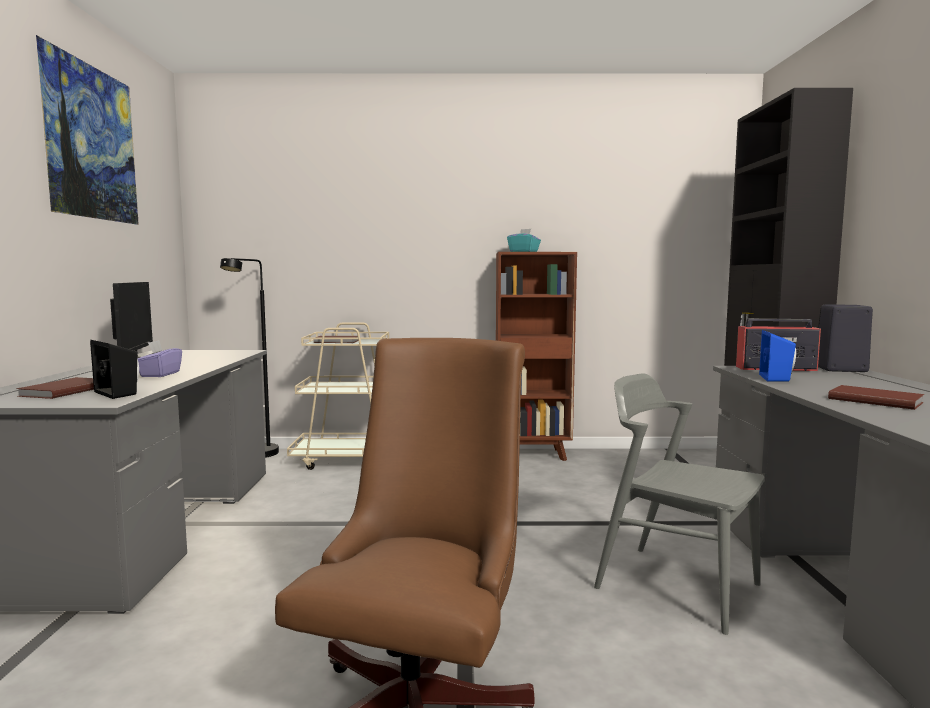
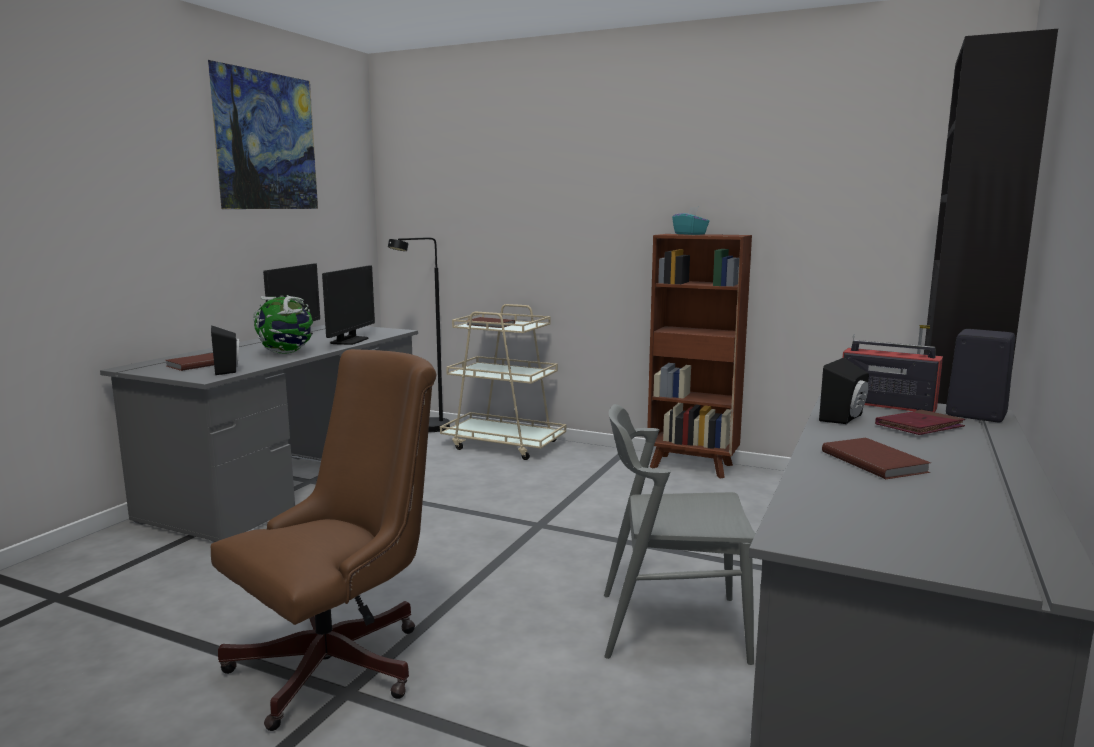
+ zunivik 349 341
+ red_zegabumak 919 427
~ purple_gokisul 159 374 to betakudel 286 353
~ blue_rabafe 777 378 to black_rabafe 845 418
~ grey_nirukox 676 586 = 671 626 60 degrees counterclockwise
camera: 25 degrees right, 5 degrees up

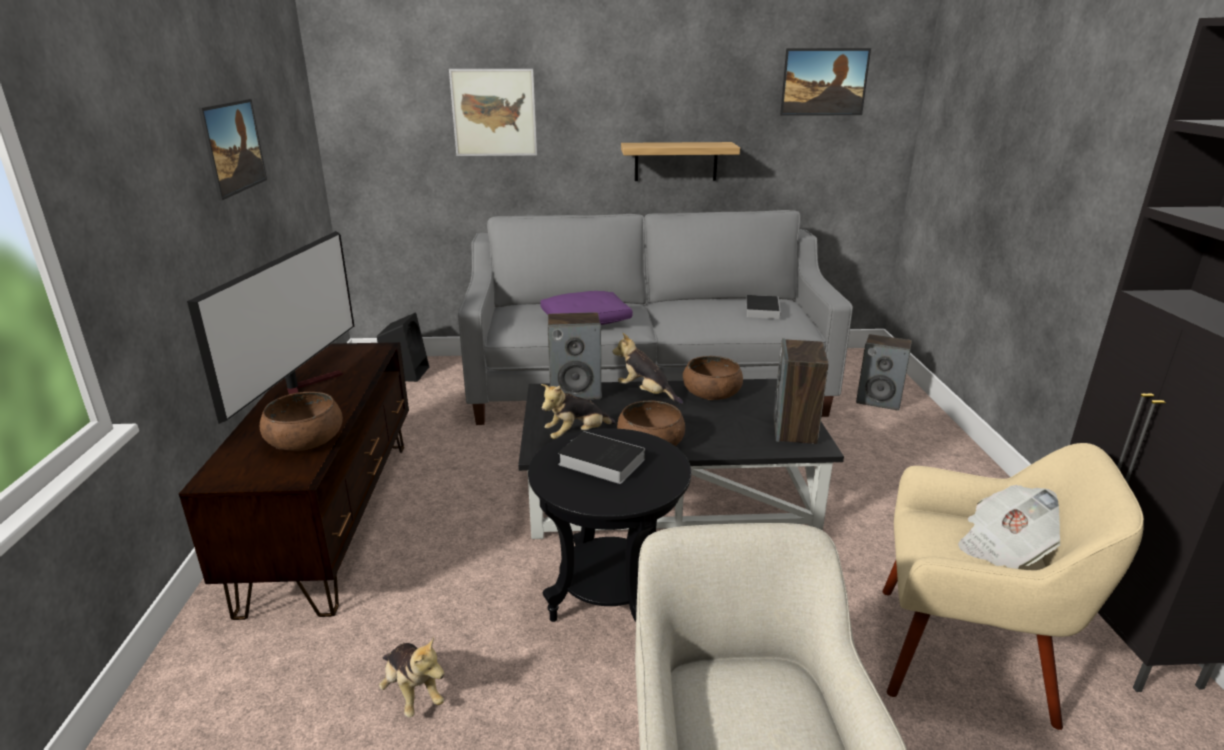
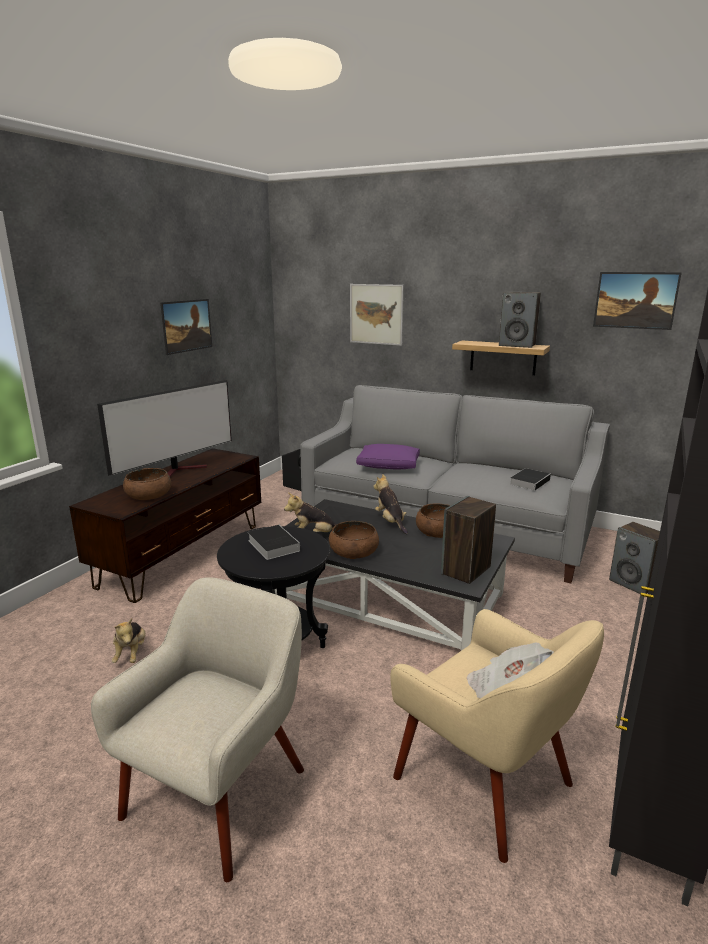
~ rabafe 575 392 to 517 345
camera: 30 degrees right, 5 degrees down

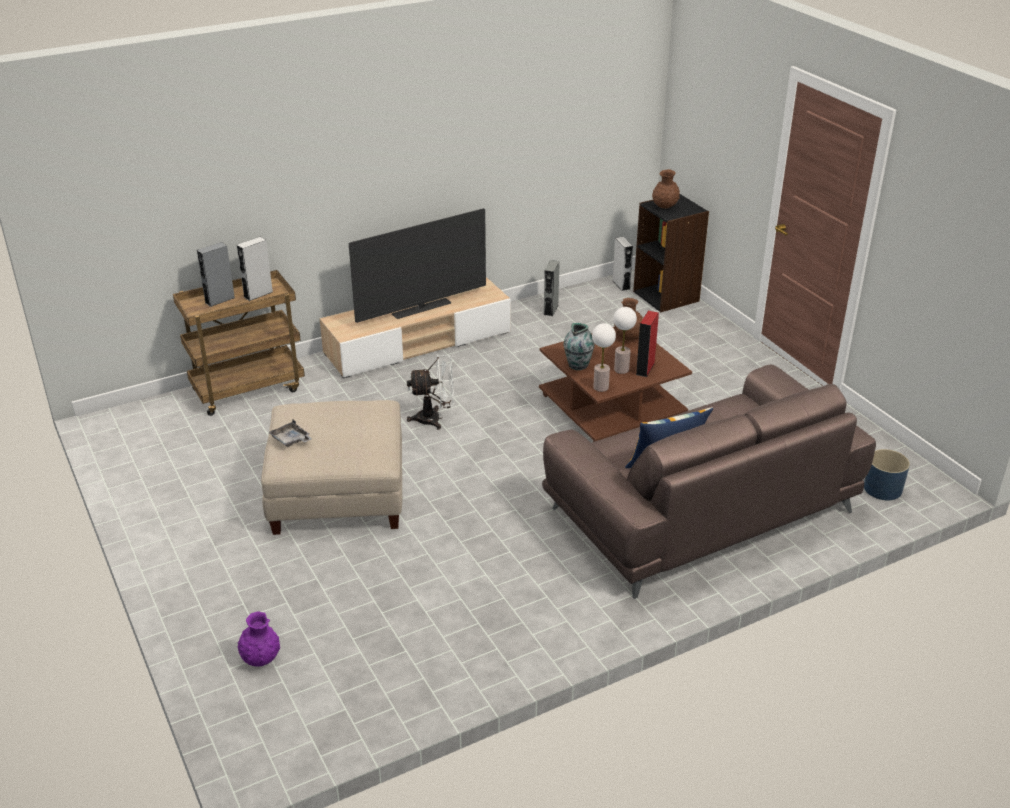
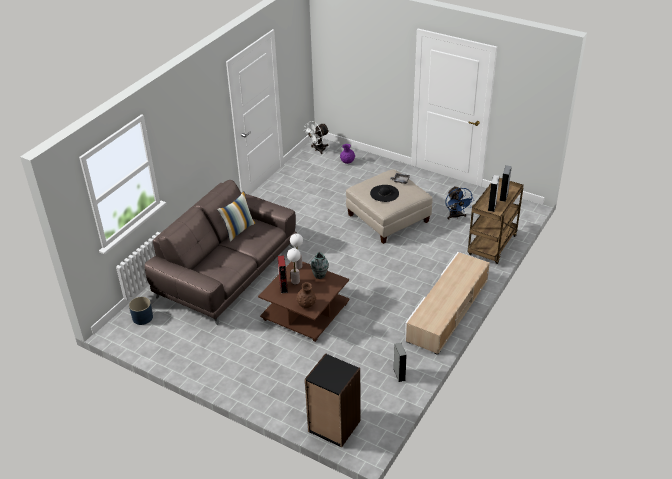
- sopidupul 421 309
- grey_rabafe 621 285
- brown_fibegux 664 207
+ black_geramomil 384 193
+ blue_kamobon 456 216
~ white_kamobon 435 419 to 317 150
camera: 150 degrees right, 5 degrees up

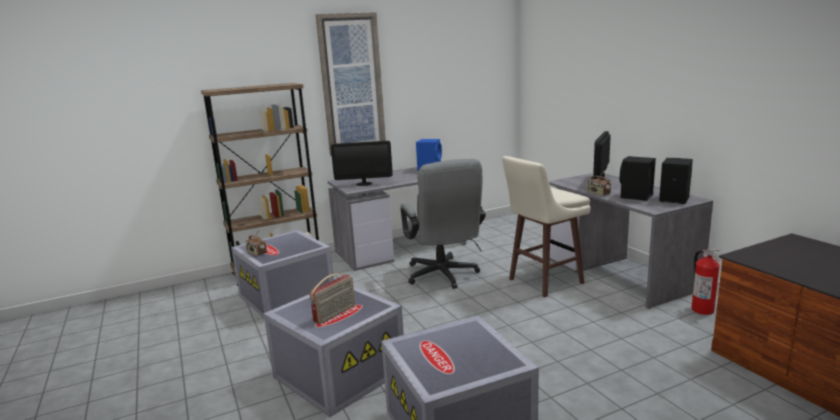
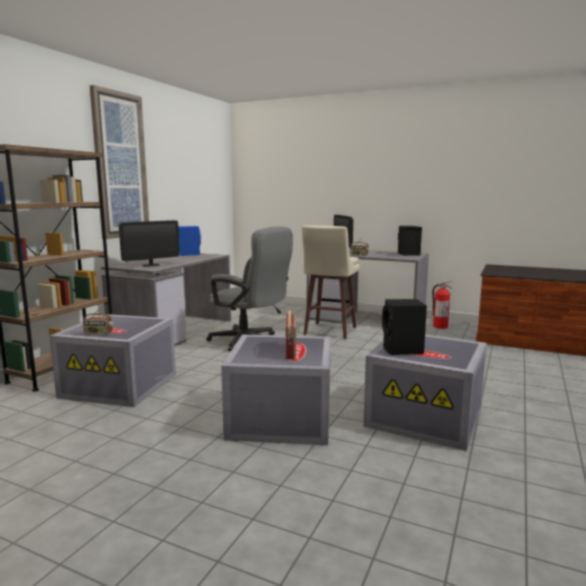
~ black_rabafe 635 197 to 402 350
camera: 40 degrees left, 5 degrees down

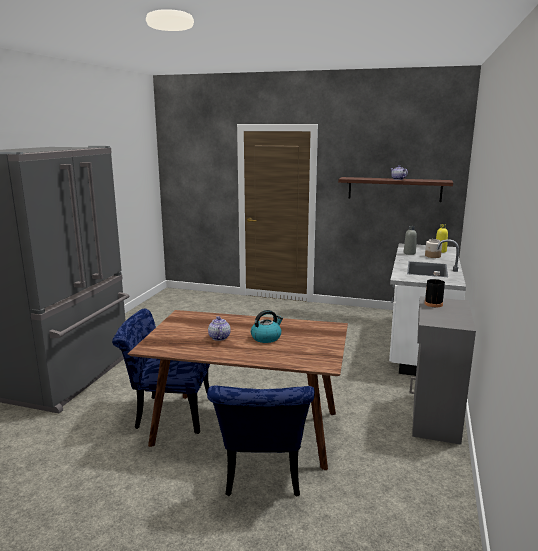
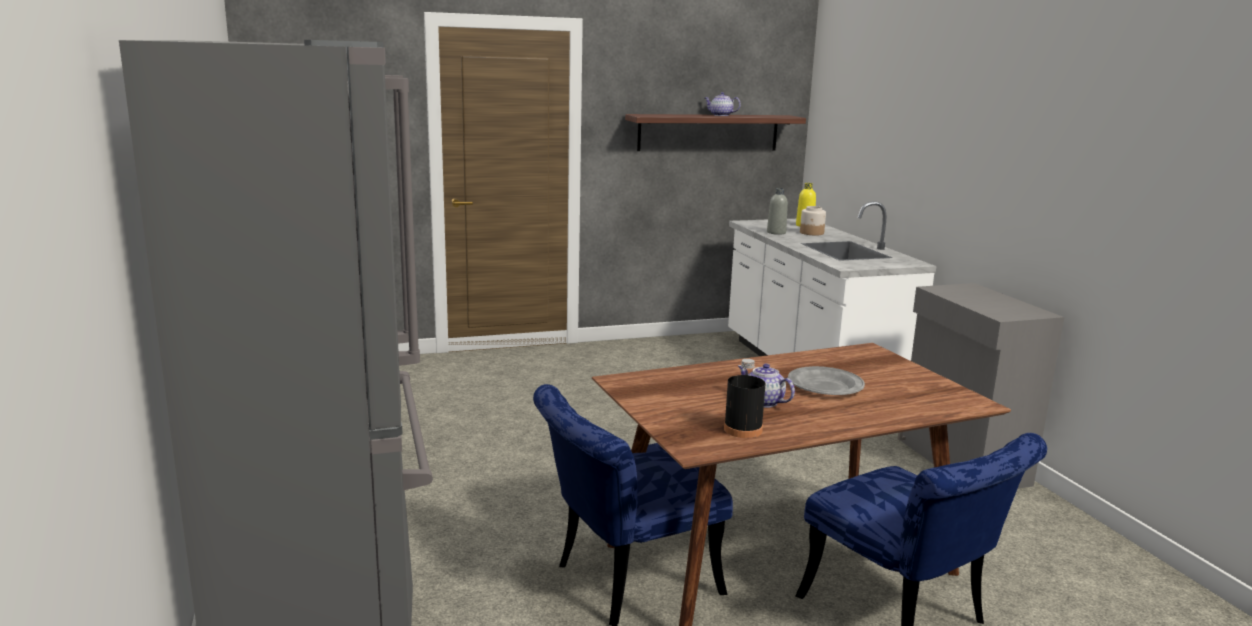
~ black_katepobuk 433 304 to 743 429
~ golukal 266 337 to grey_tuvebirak 824 386
camera: 35 degrees left, 0 degrees up

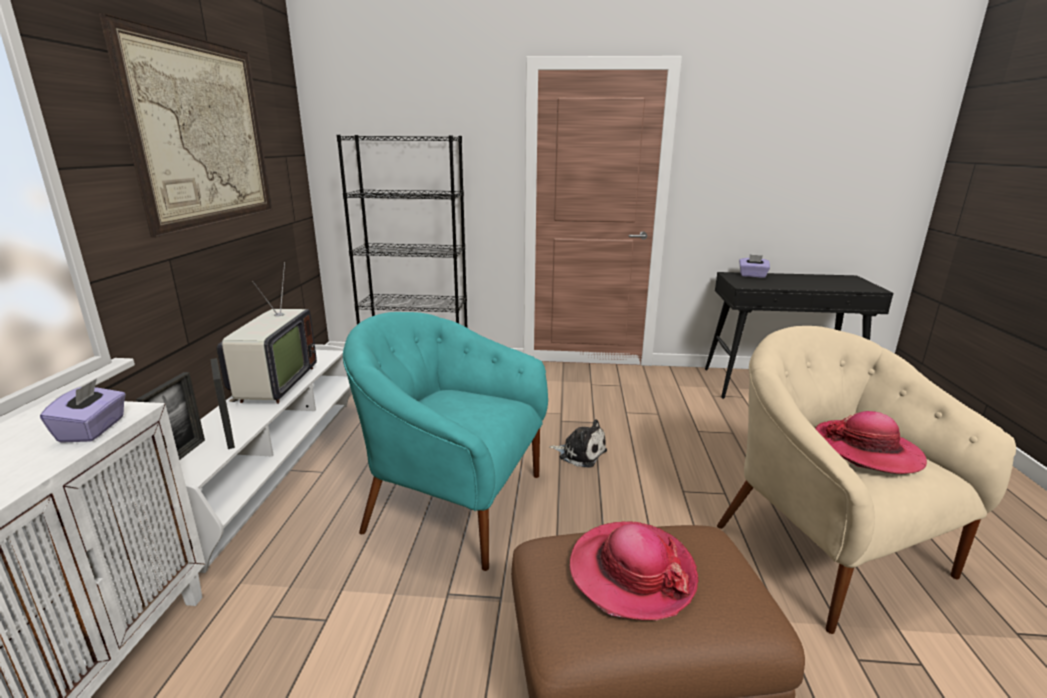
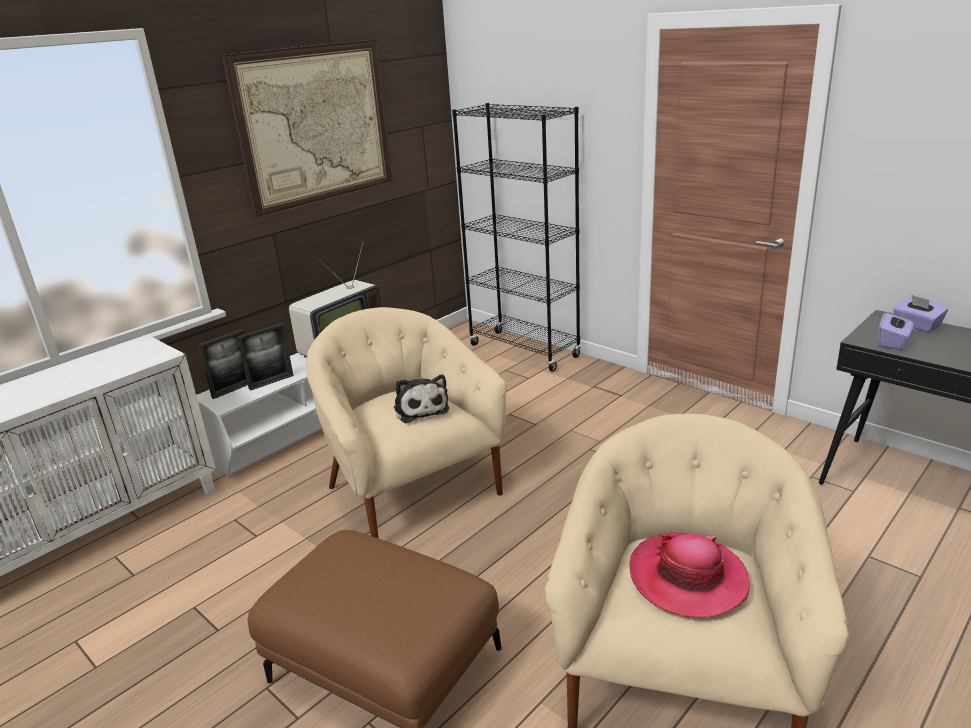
- geramomil 631 572
~ purple_gokisul 93 429 to 892 343
~ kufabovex 580 453 to 420 409
~ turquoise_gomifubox 453 503 to beige_gomifubox 411 490
~ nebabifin 229 435 = 271 382 45 degrees clockwise
camera: 40 degrees right, 5 degrees up

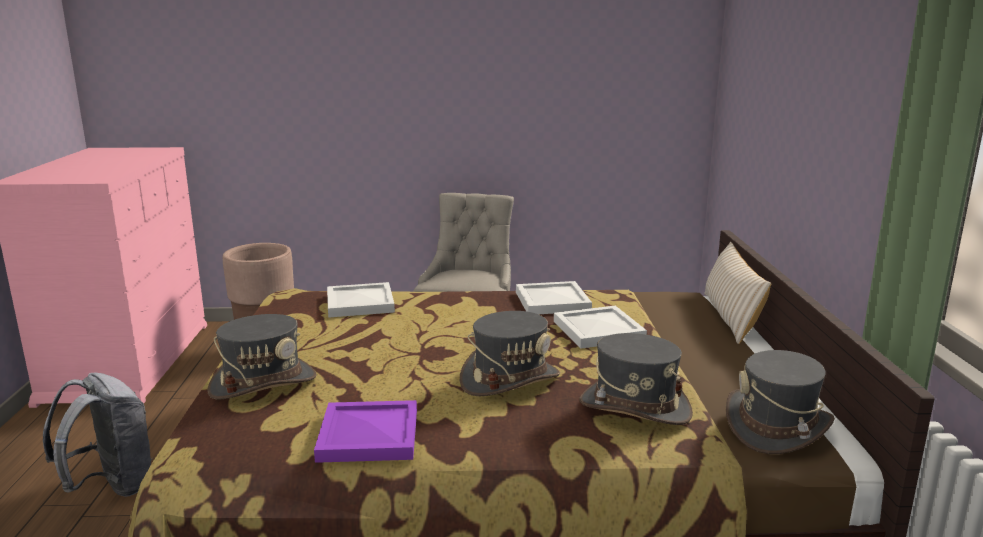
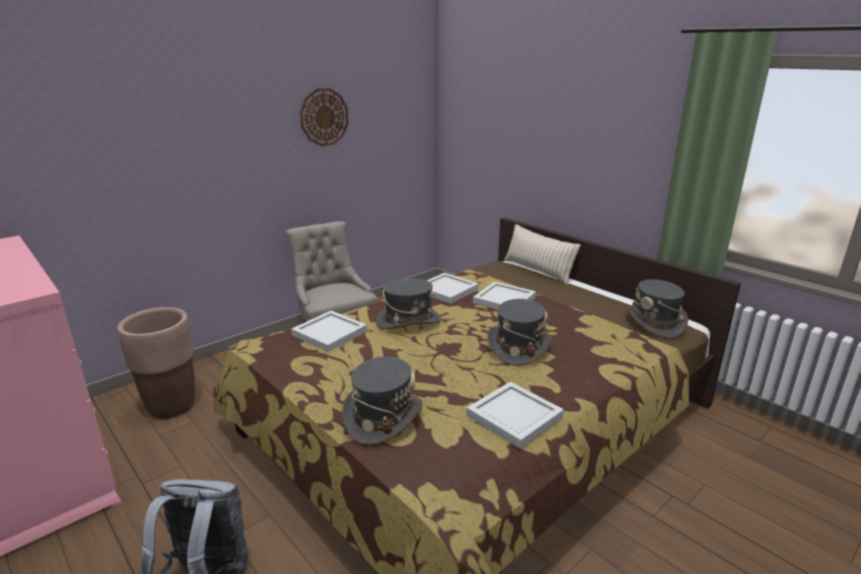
+ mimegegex 324 117
~ grey_geramomil 634 407 to 408 321
~ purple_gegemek 367 436 to white_gegemek 514 417
camera: 40 degrees left, 5 degrees up

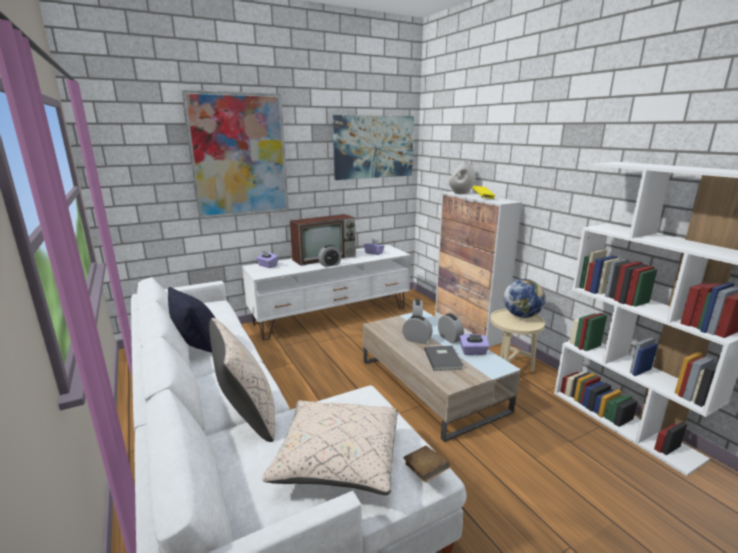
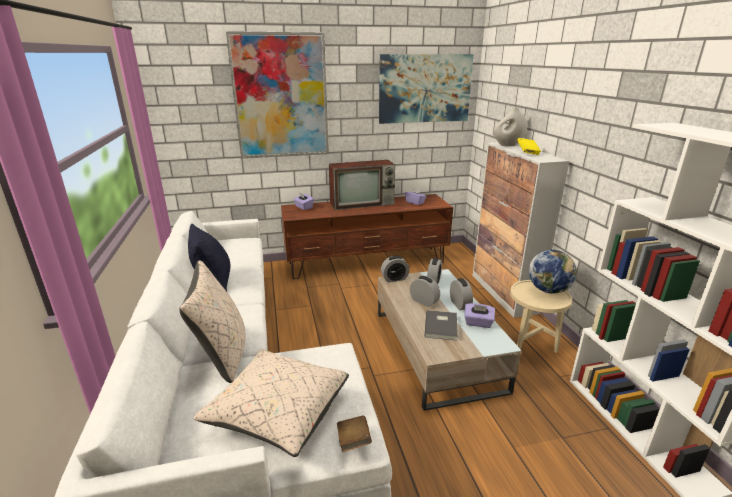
~ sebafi 330 265 to 394 279
~ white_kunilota 332 315 to brown_kunilota 367 262
camera: 15 degrees right, 5 degrees up

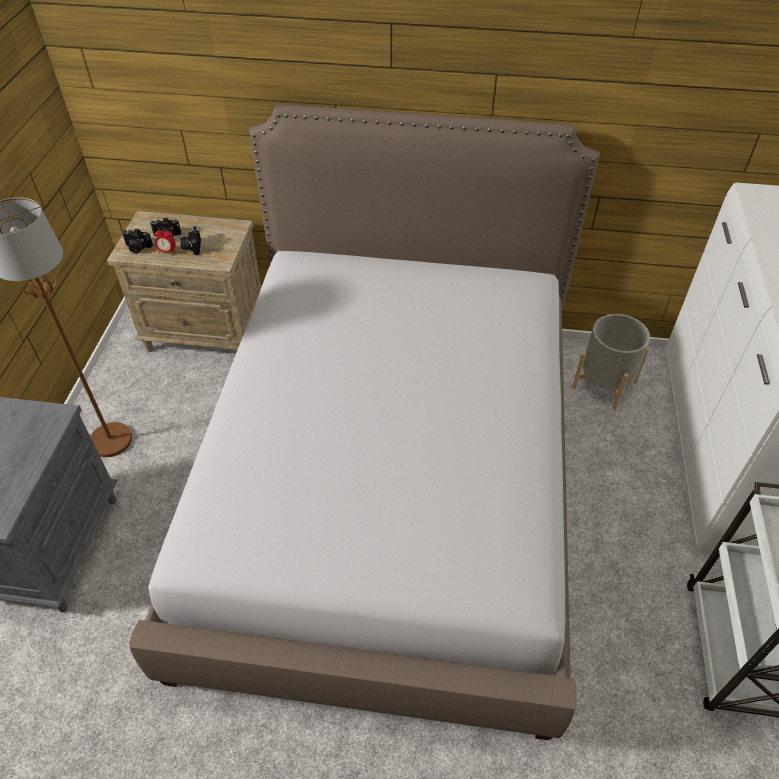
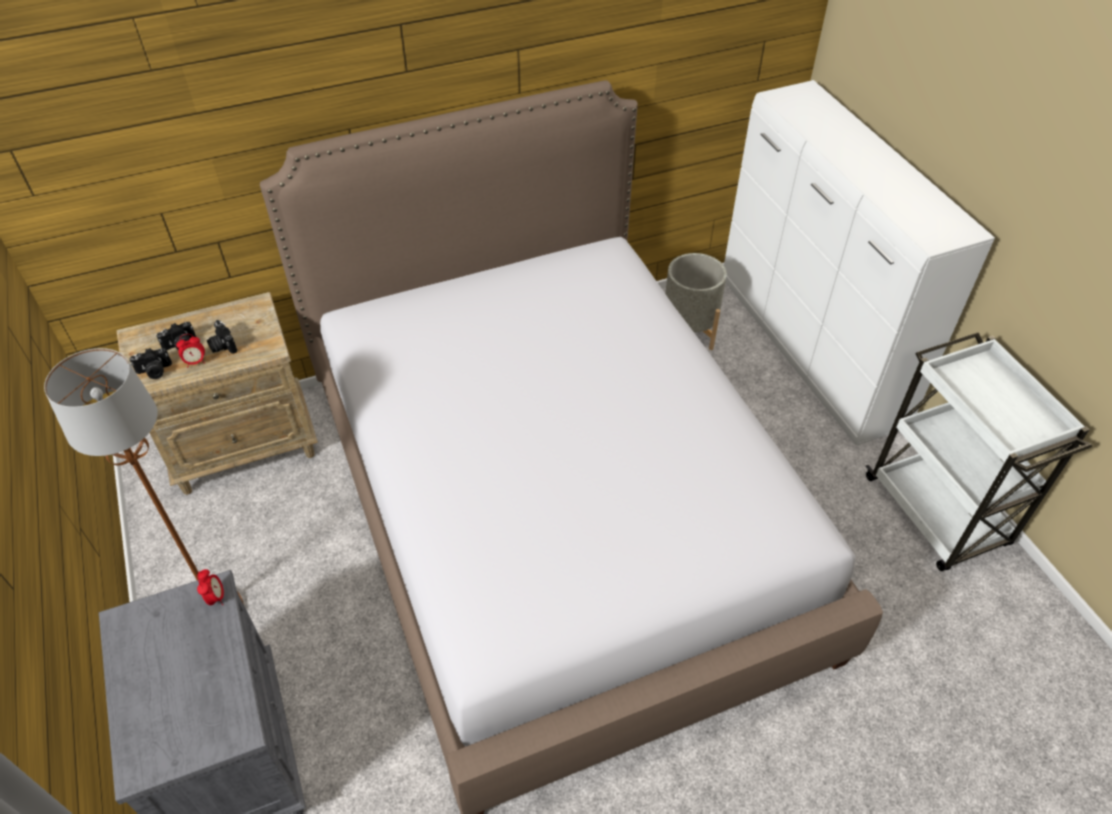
+ sebafi 216 597
camera: 30 degrees left, 0 degrees up

